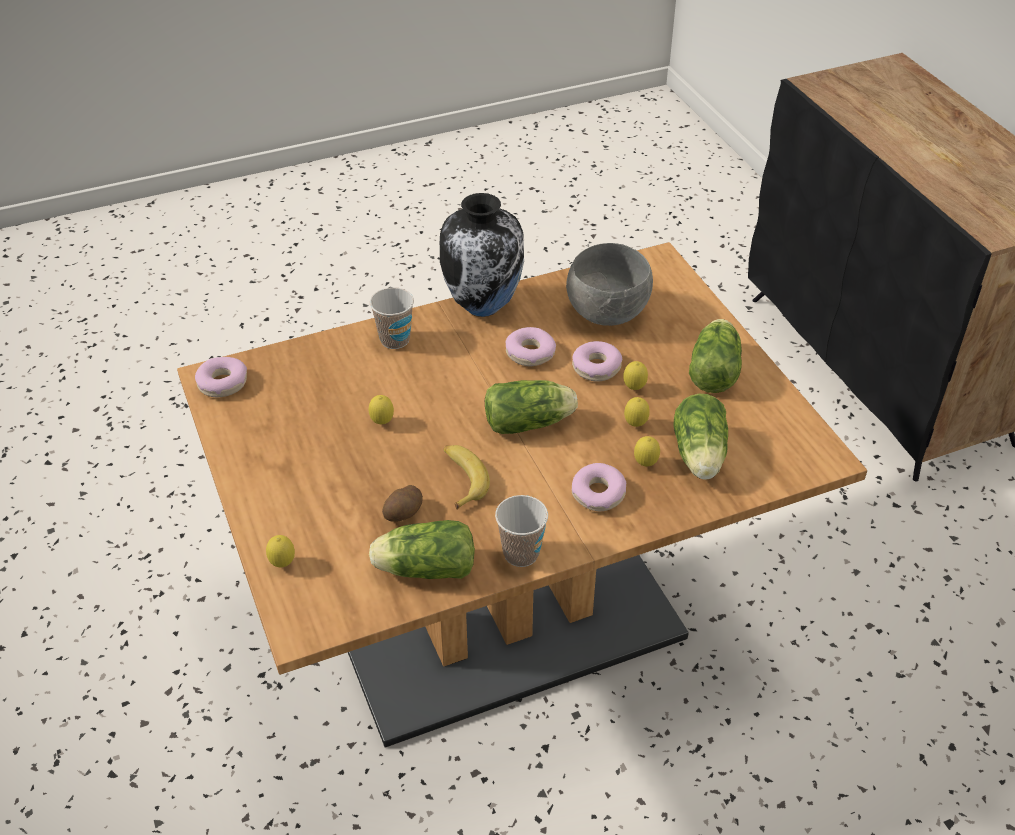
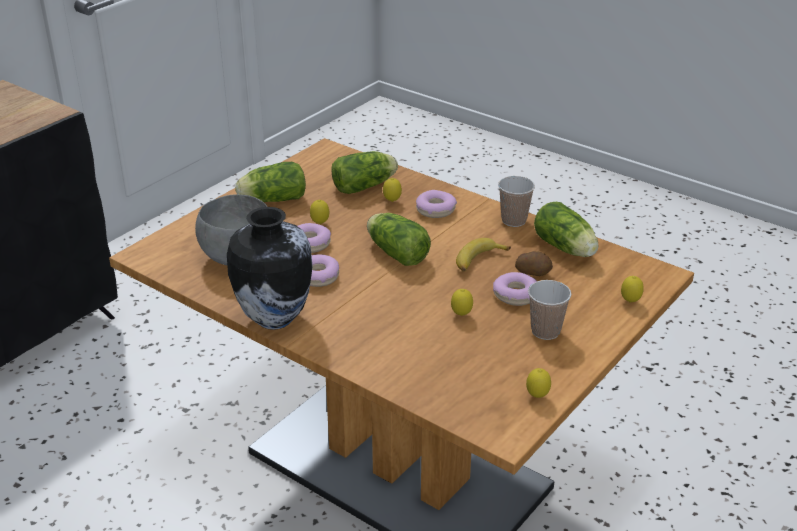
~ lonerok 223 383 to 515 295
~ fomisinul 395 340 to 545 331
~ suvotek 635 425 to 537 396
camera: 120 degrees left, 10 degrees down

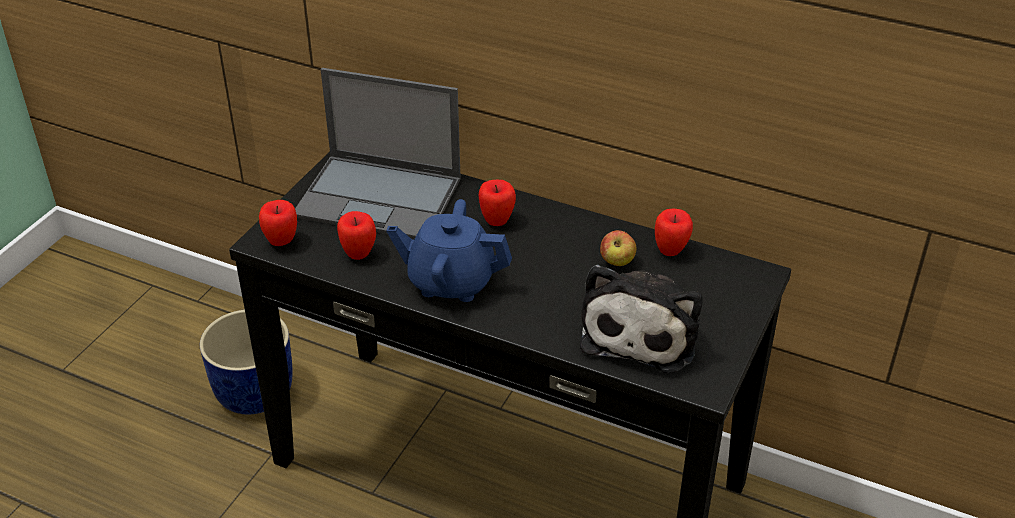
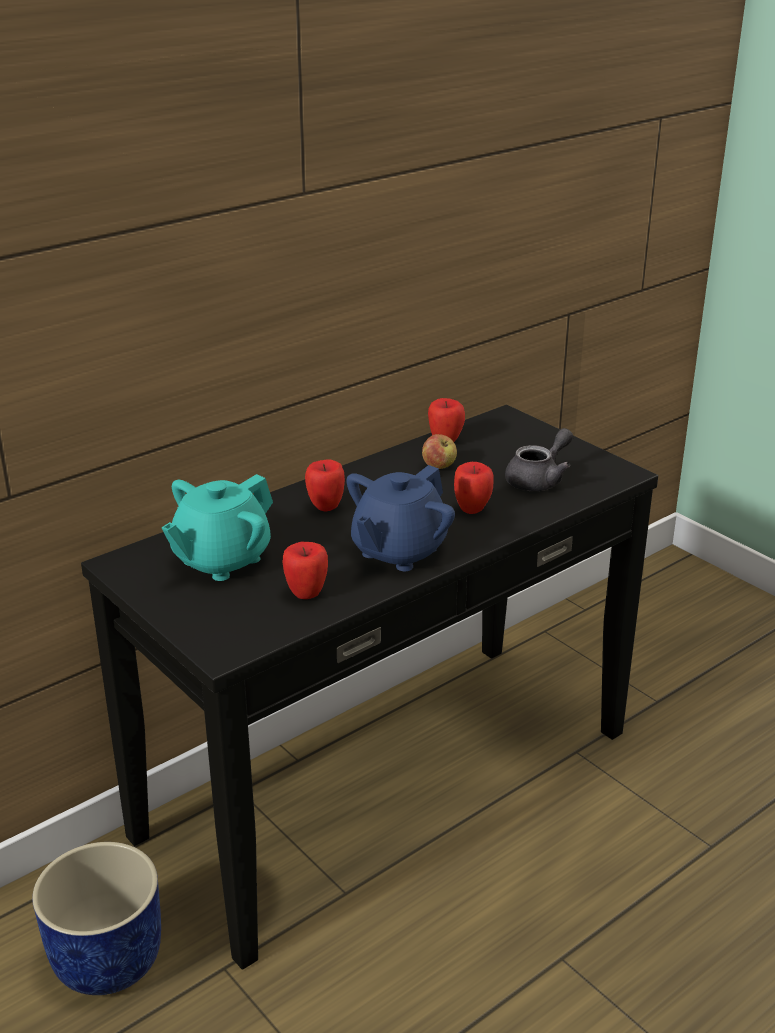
~ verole 281 242 to 472 509
~ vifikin 380 198 to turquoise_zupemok 221 560
~ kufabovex 642 331 to grey_zupemok 539 480
camera: 65 degrees left, 10 degrees down

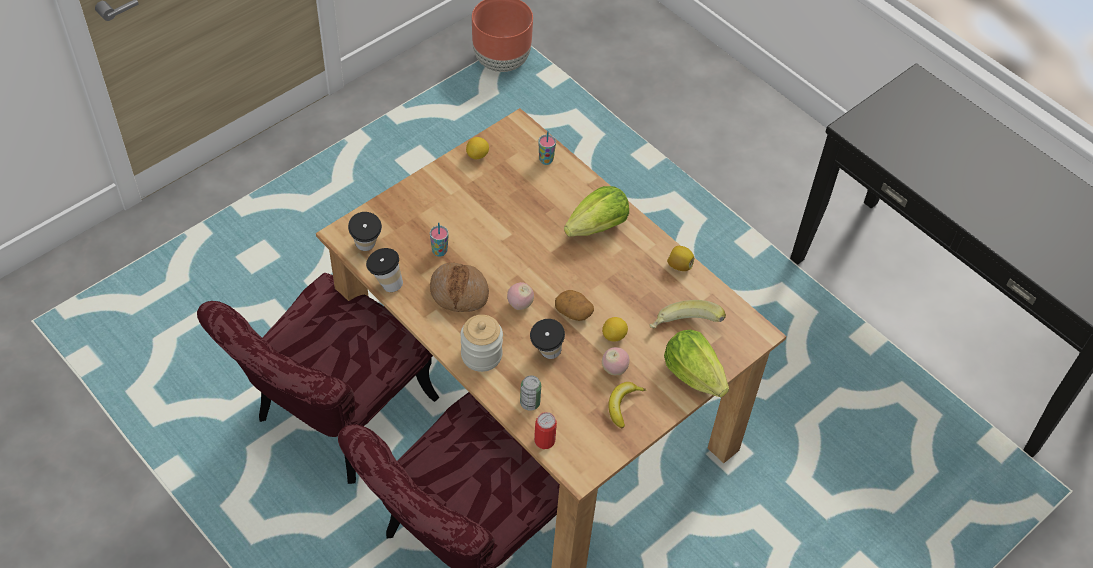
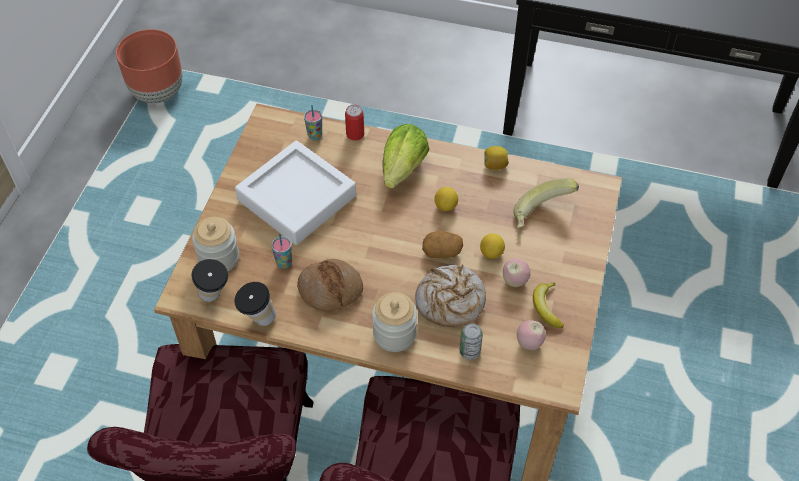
- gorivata 693 374
+ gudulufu 219 258
+ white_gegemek 297 198
~ suvotek 477 155 to 446 206
~ verole 520 304 to 529 343
~ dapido 544 440 to 355 134
~ fomisinul 546 355 to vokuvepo 450 302
camera: 30 degrees left, 0 degrees up

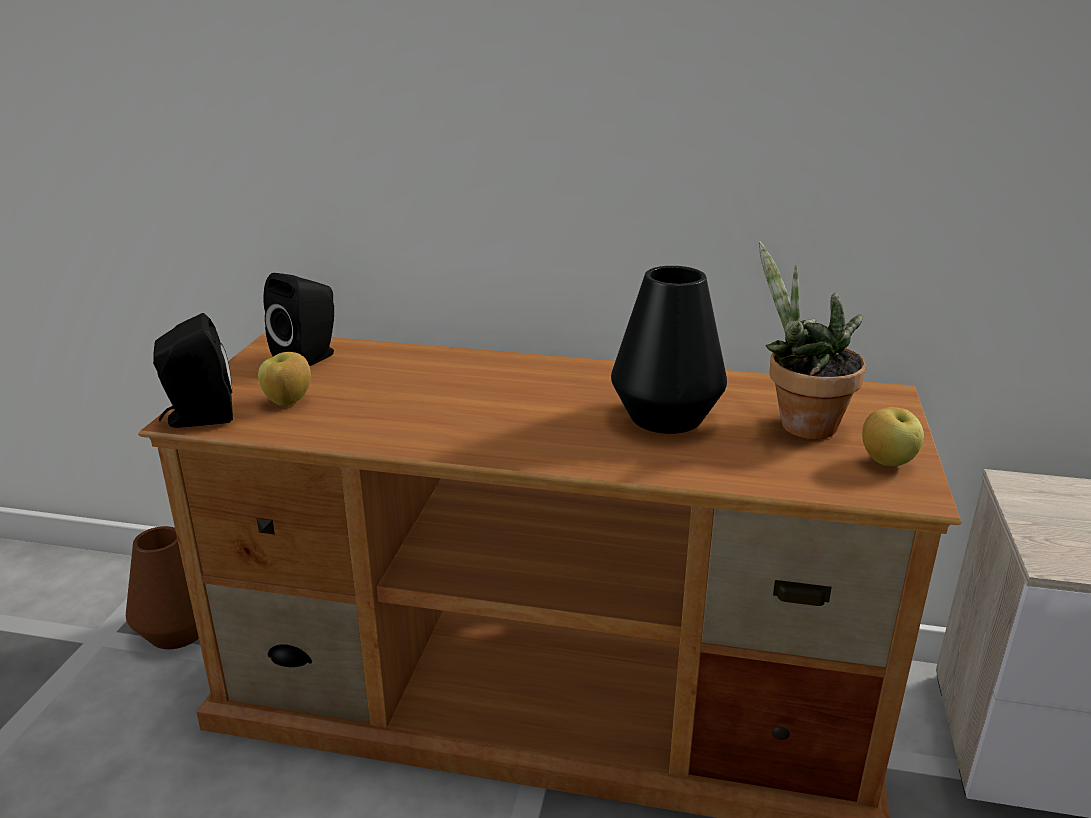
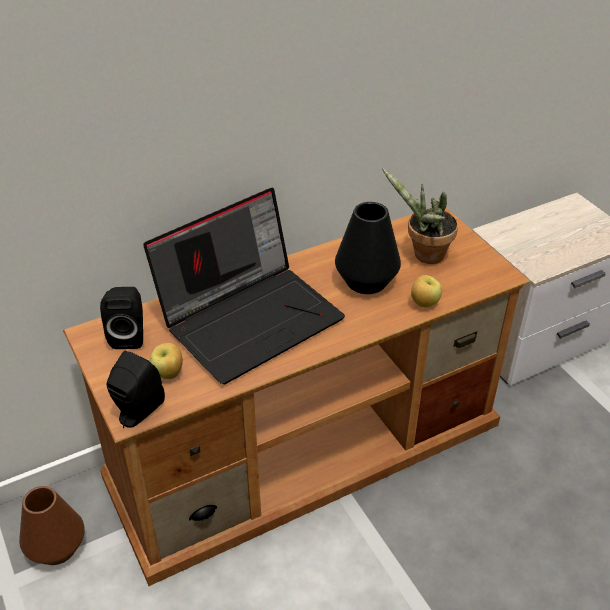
+ vifikin 251 317
~ verole 887 462 to 424 303
camera: 40 degrees left, 15 degrees up

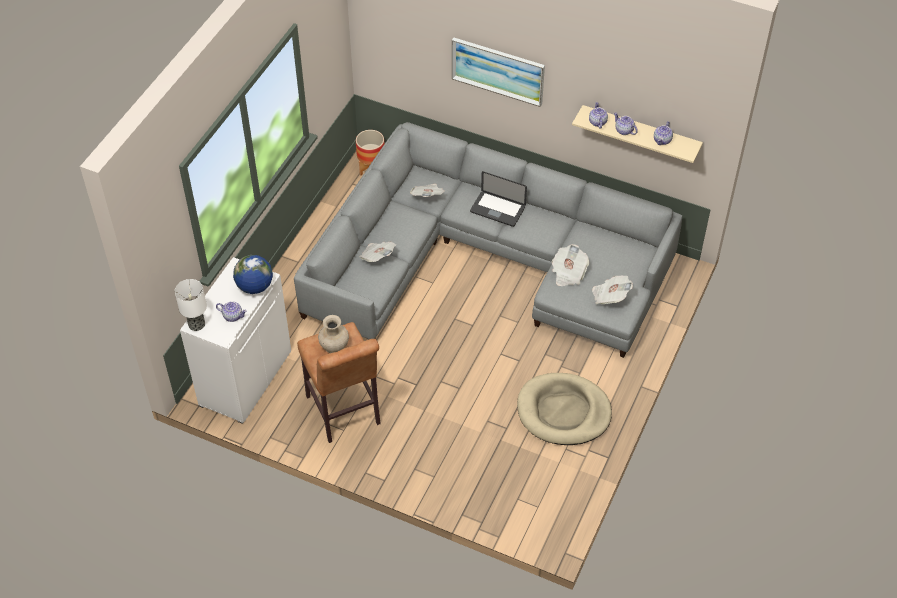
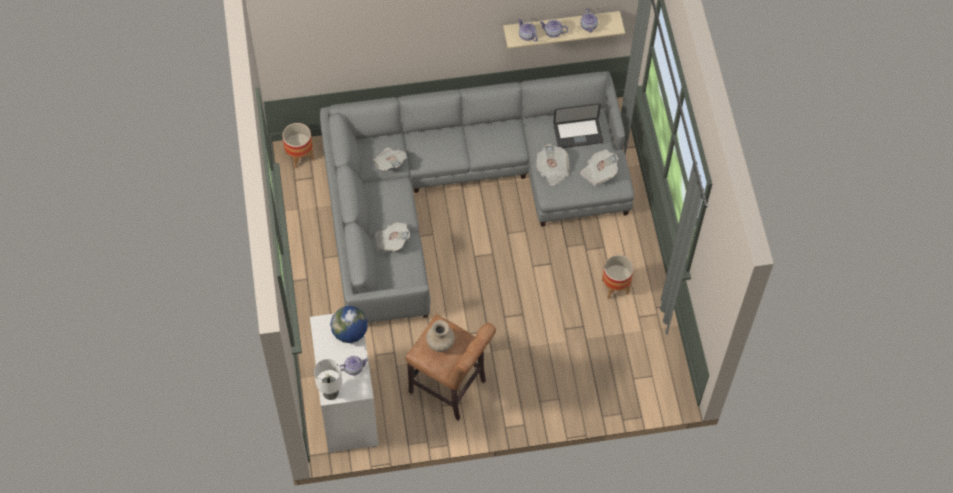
- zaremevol 498 70
~ vifikin 497 209 to 578 134
~ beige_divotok 563 412 to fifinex 615 287
camera: 35 degrees left, 10 degrees up

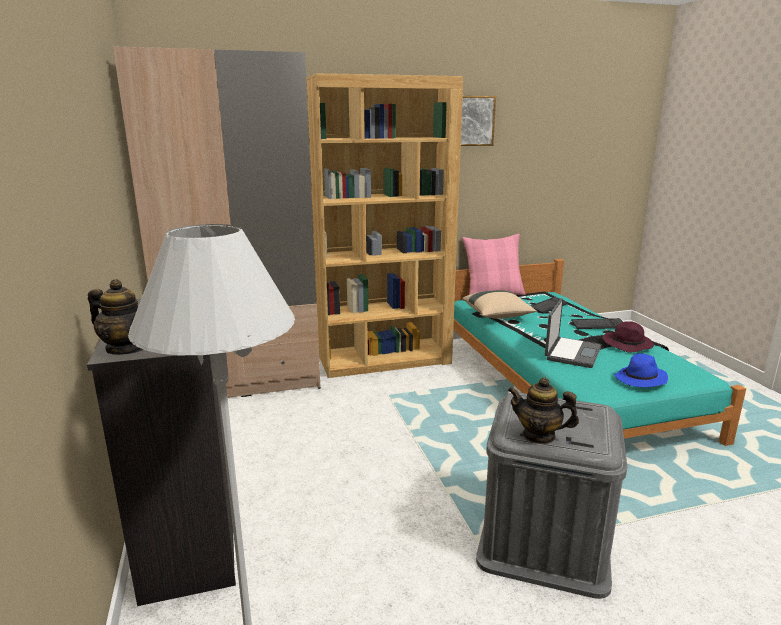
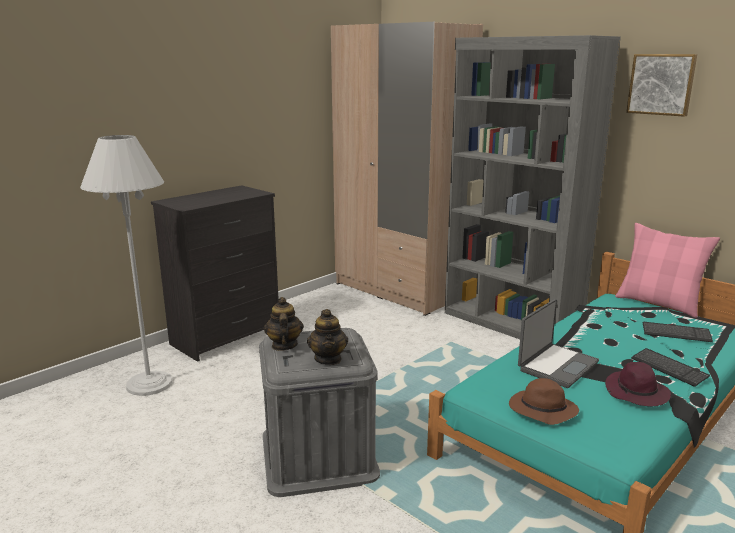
- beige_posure 497 315
~ zupemok 126 349 to 328 359
~ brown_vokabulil 385 360 to grey_vokabulil 511 323
~ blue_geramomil 640 380 to brown_geramomil 541 410
~ vifikin 571 353 = 556 366 45 degrees counterclockwise
camera: 60 degrees right, 0 degrees up

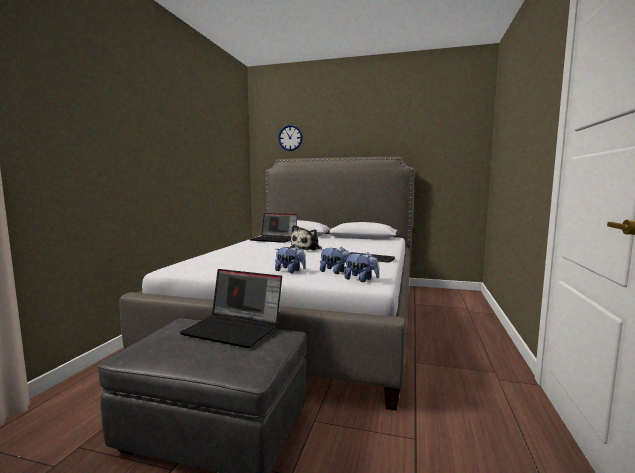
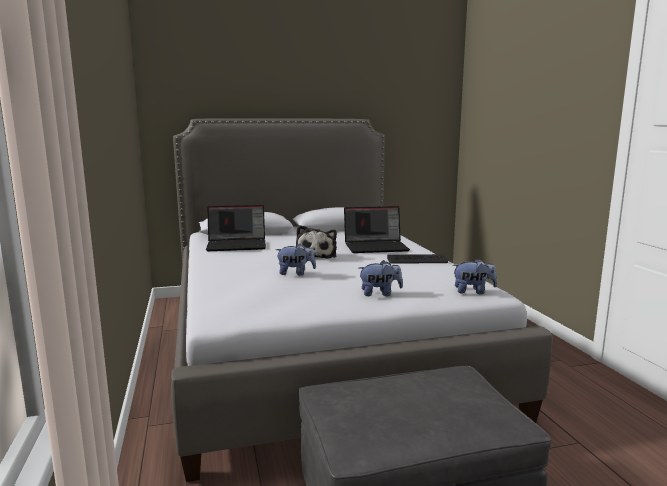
- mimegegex 290 138
~ vifikin 235 329 to 376 247
~ kufabovex 335 272 to 296 273
camera: 30 degrees left, 5 degrees up

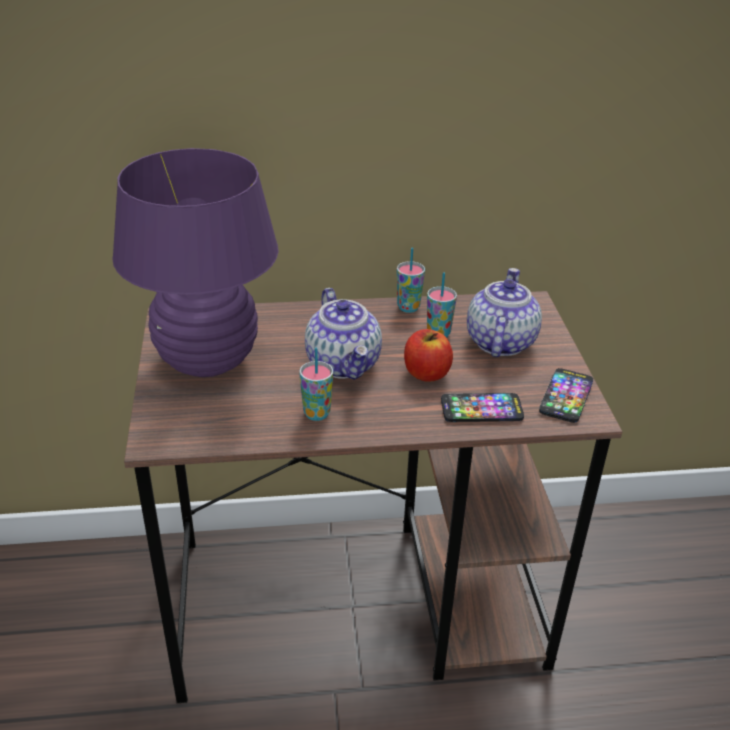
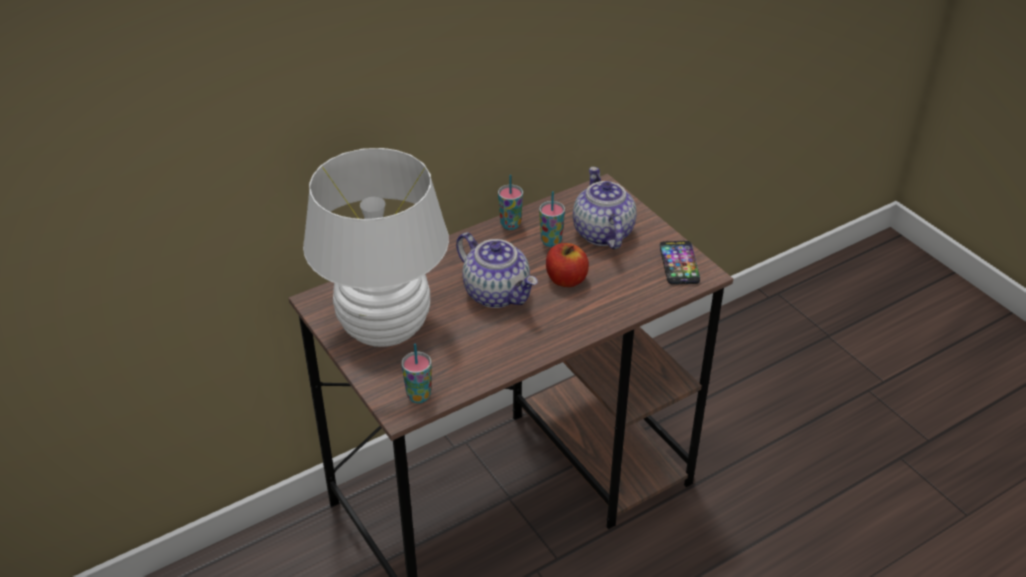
- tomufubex 481 409
~ fomisinul 316 413 to 419 396
~ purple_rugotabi 208 361 to white_rugotabi 385 328
camera: 25 degrees left, 5 degrees up

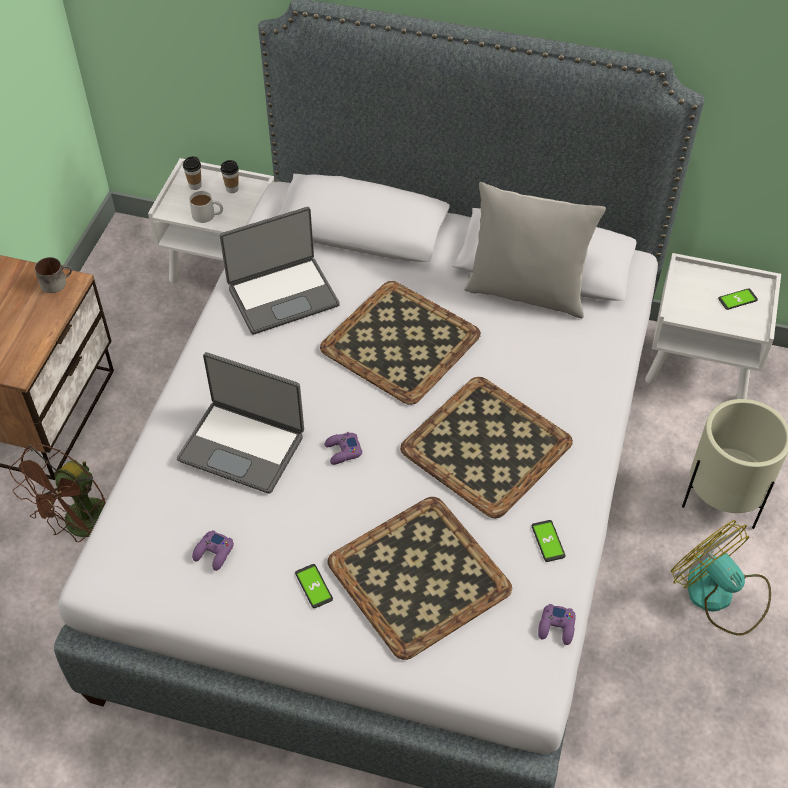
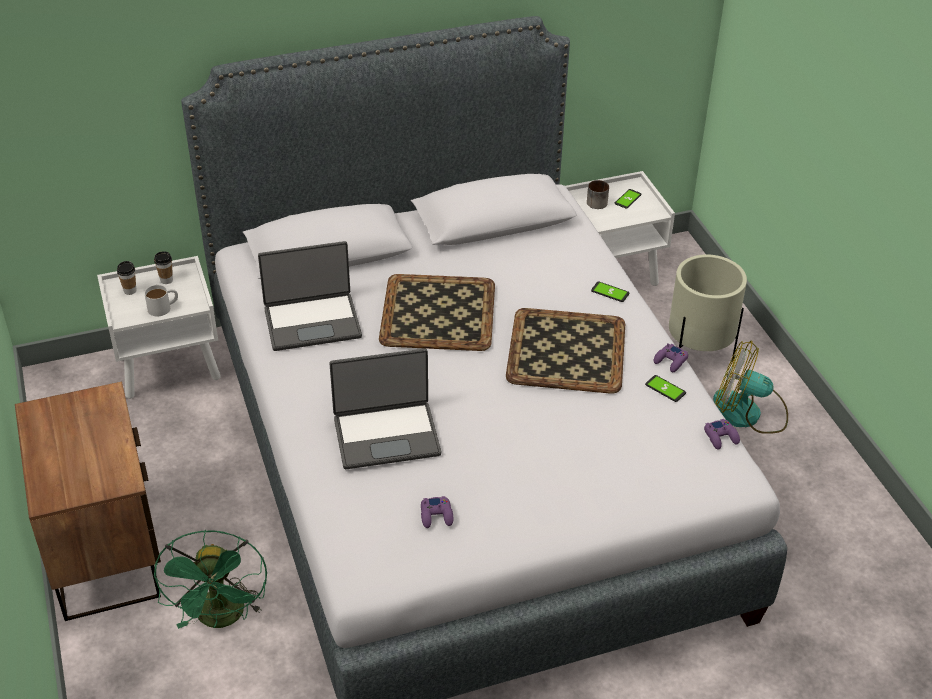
- gegemek 421 576
- grey_posure 526 292
~ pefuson 56 282 to 597 201
~ tomufubex 313 586 to 610 292
~ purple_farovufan 343 451 to 670 361
~ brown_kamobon 82 527 to green_kamobon 222 619
~ vifikin 282 295 = 312 322 45 degrees clockwise
camera: 35 degrees left, 10 degrees down

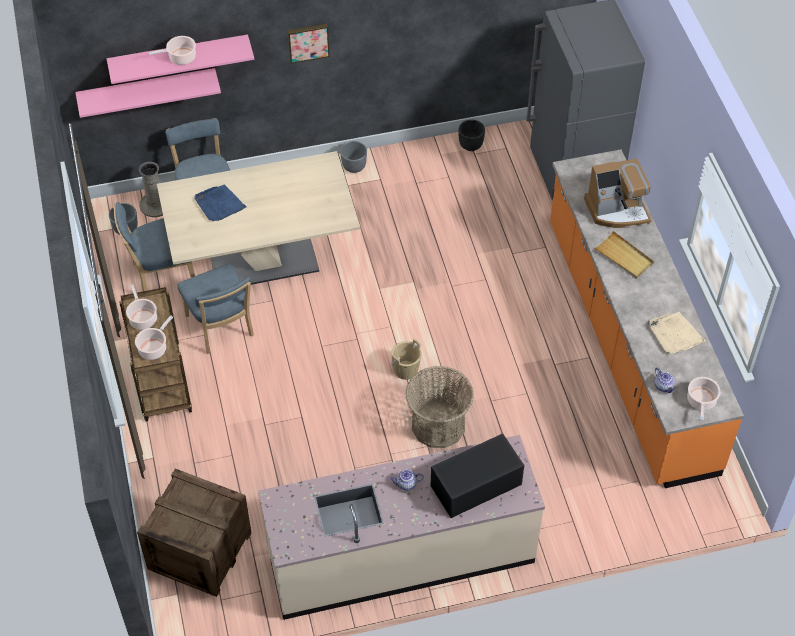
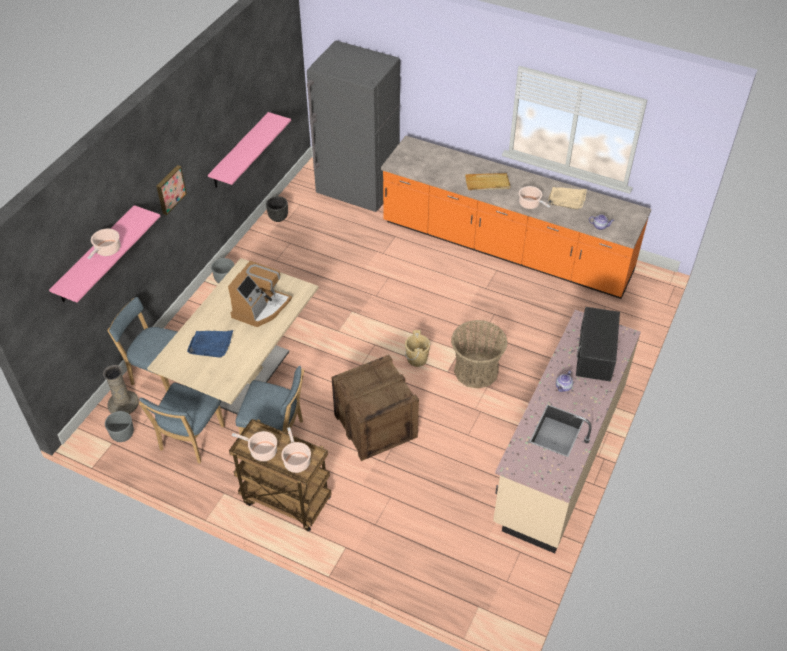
~ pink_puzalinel 147 89 to 240 151
~ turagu 200 551 to 376 426
~ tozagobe 617 210 to 261 308
~ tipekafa 701 401 to 530 204
camera: 50 degrees left, 5 degrees down

